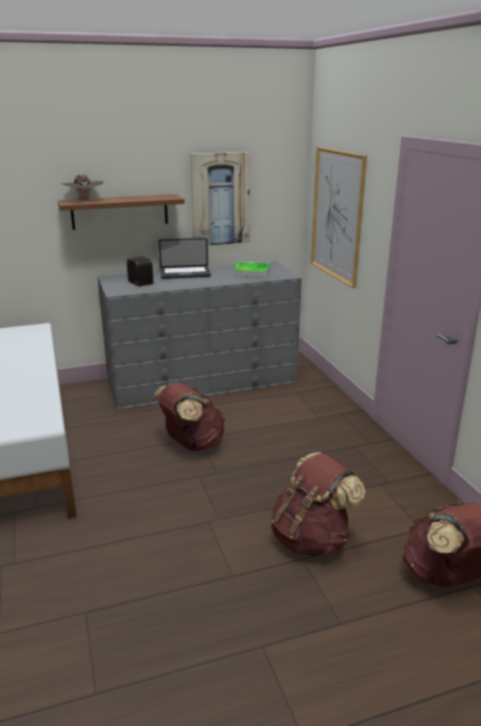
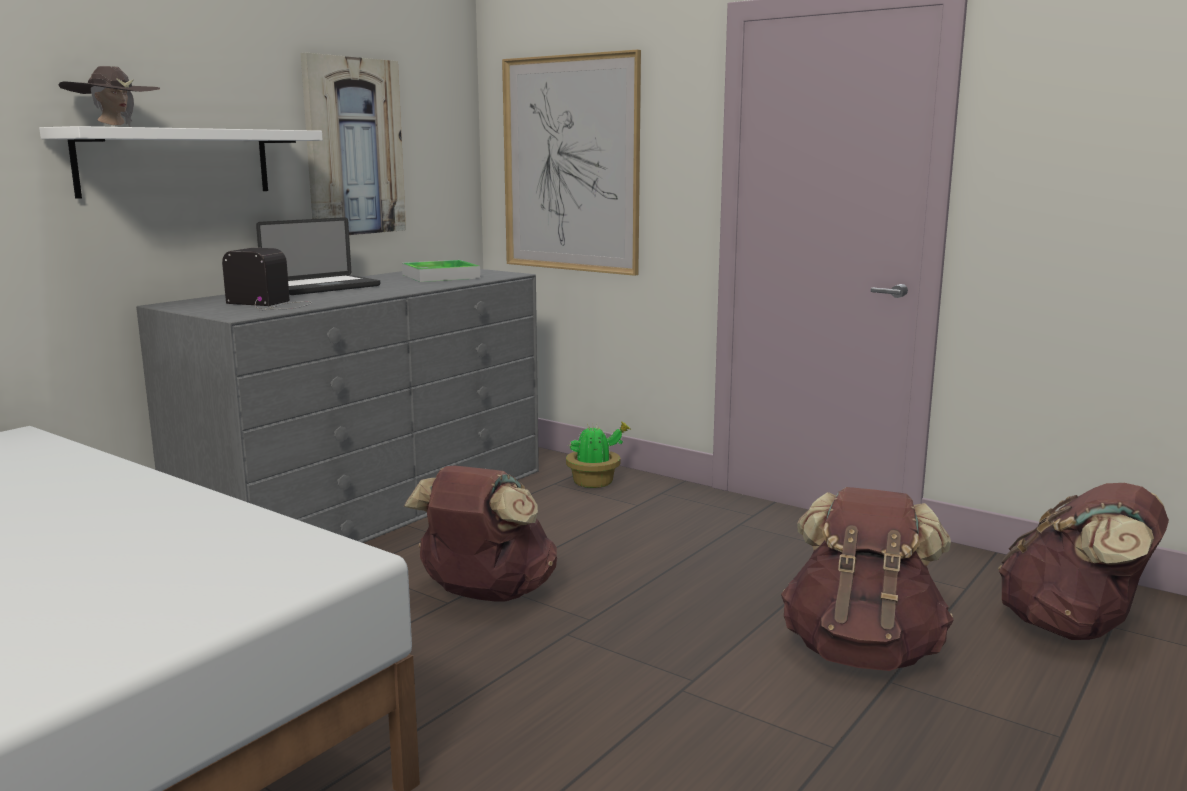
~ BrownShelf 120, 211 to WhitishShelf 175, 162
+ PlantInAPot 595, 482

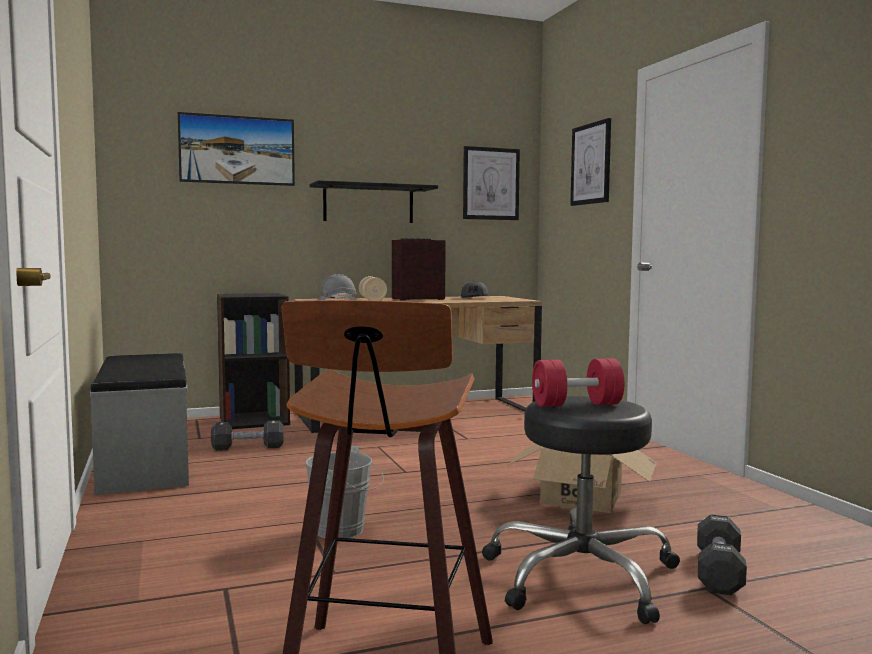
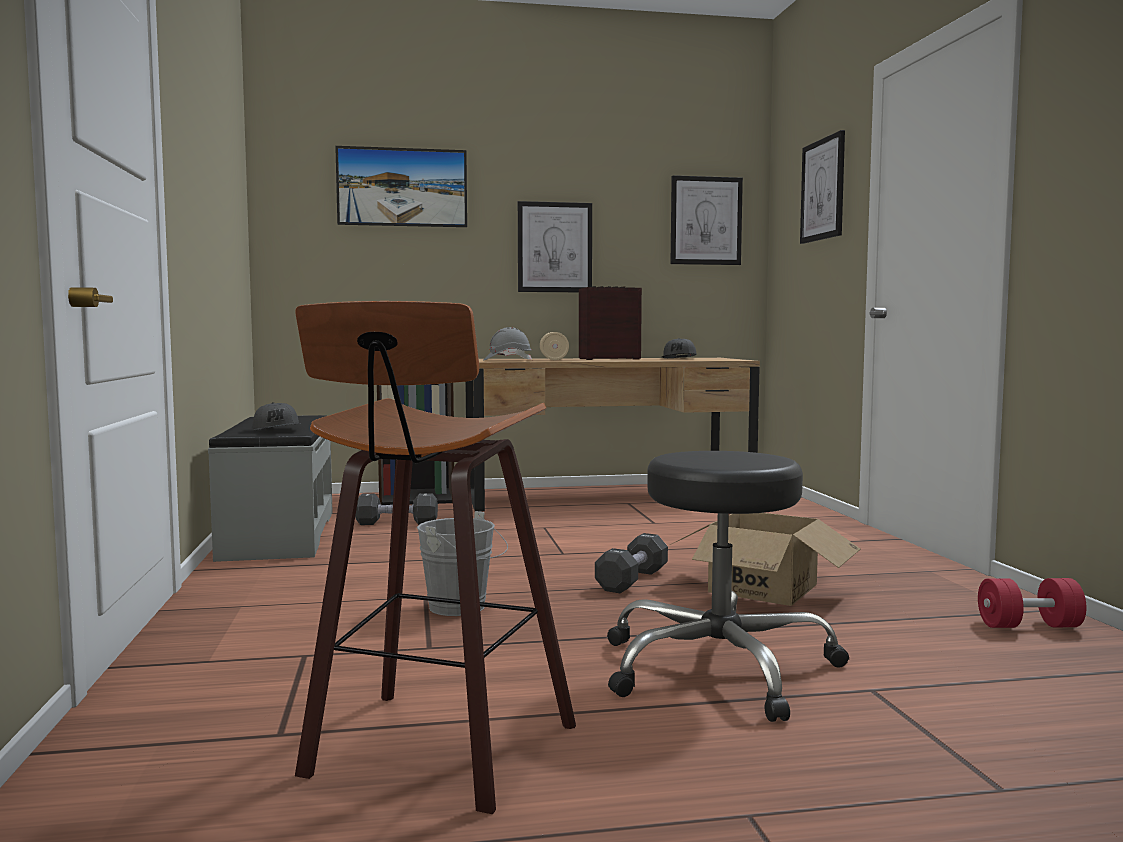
~ BlackColouredShelf 368, 204 to WallArt 554, 247
~ RedDumbbell 576, 405 to 1029, 626
~ BlackColouredDumbbell 719, 572 to 632, 580
+ GreyPeakedCap 277, 430

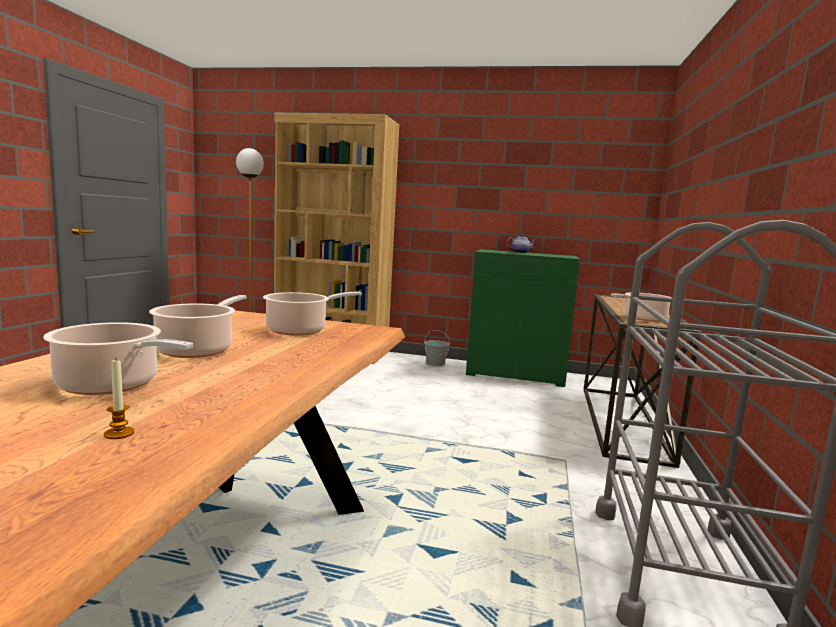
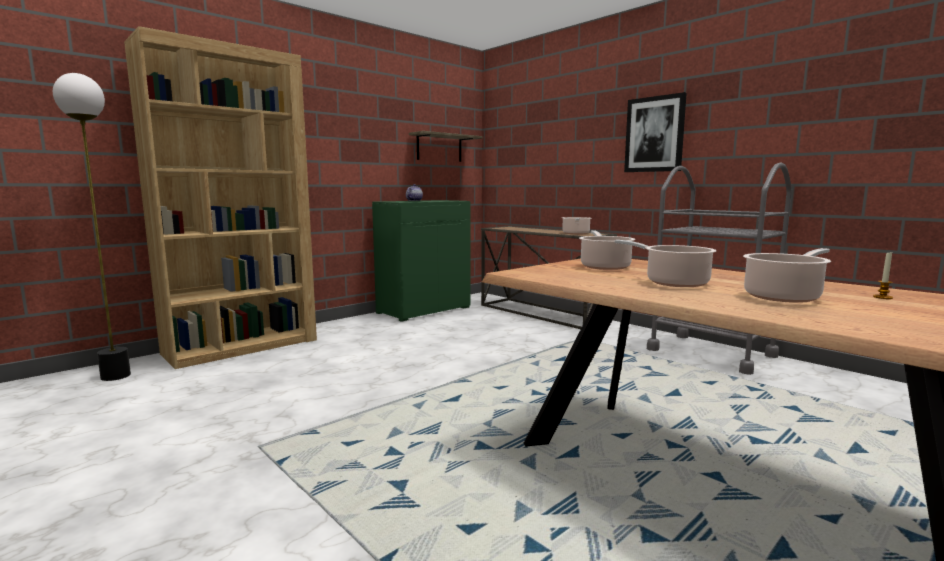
- GreyWaterBucket 435, 363
+ Shelf 439, 148
+ WallArt 654, 134

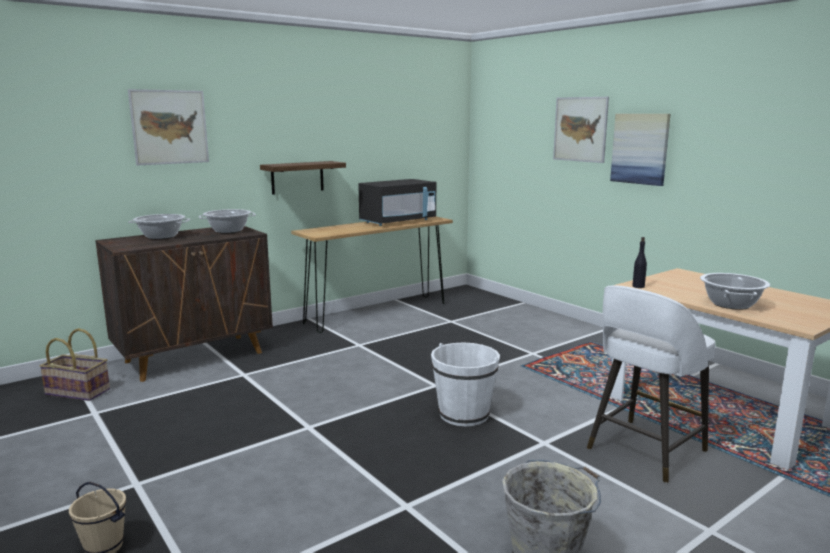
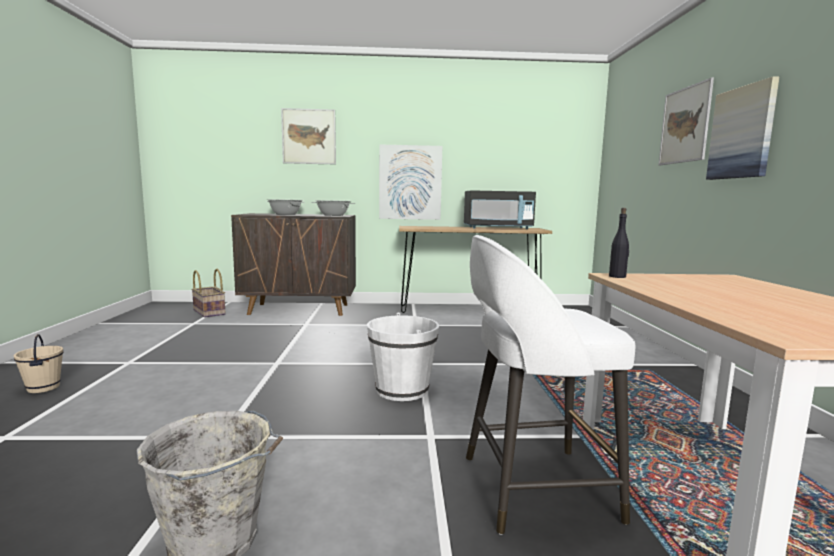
~ Shelf 297, 177 to WallArt 410, 182
- Stockpot 730, 304

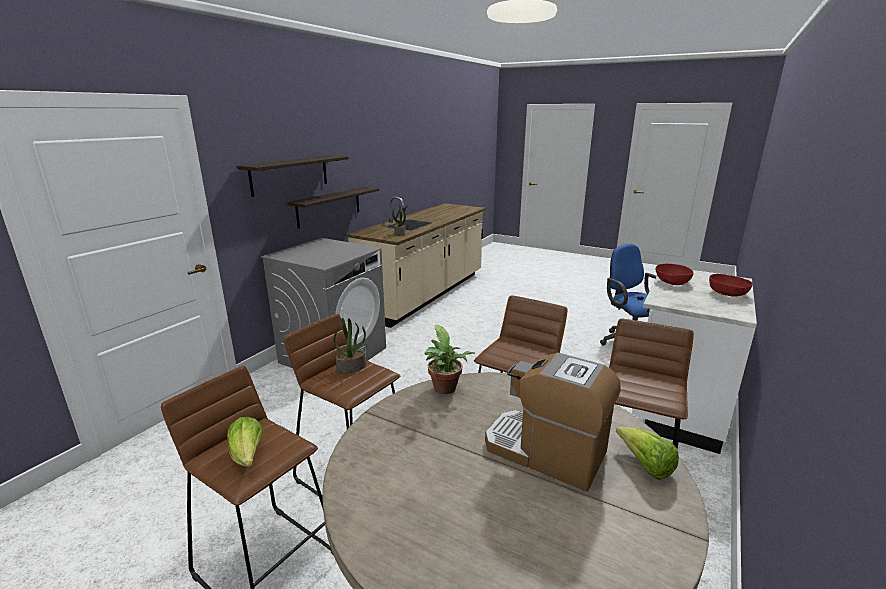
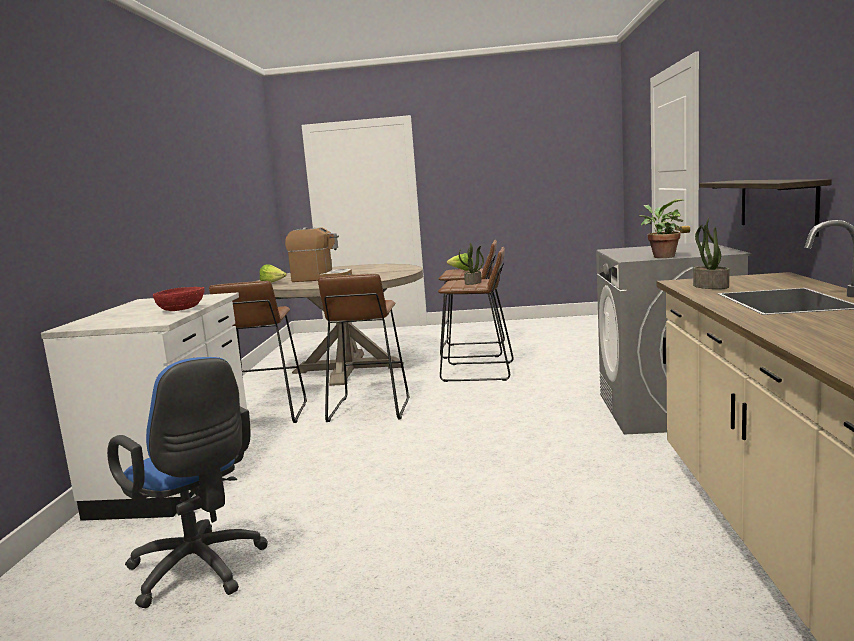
- Shelf 290, 175
~ PlantInAPot 446, 390 to 661, 257
- RedDeepDish 727, 293

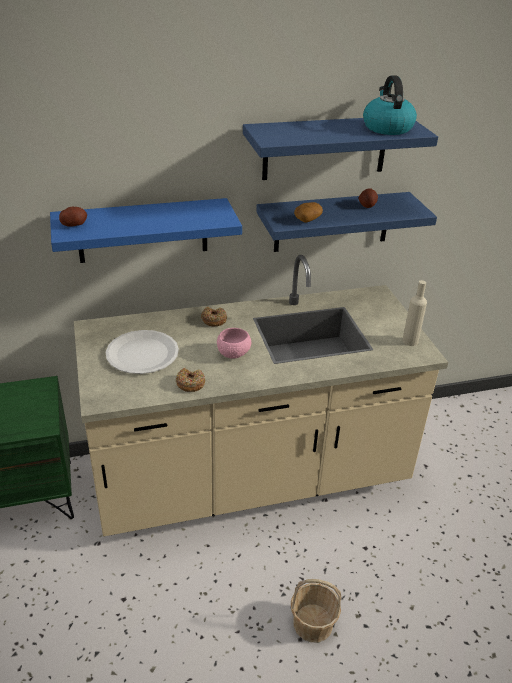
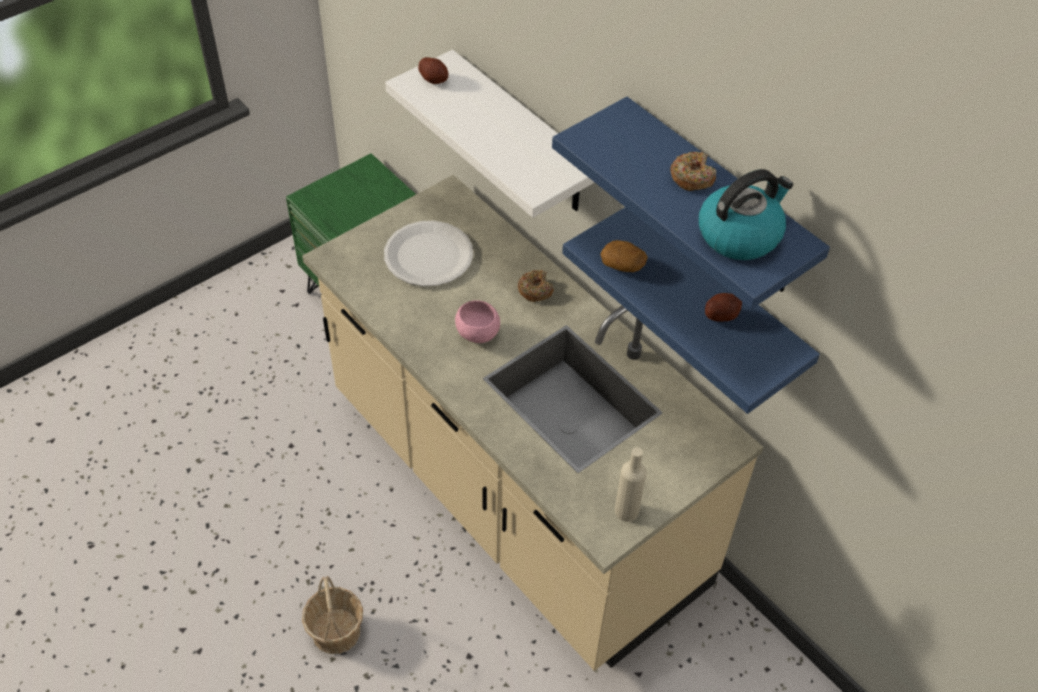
~ BluishShelf 143, 230 to WhitishShelf 523, 135
~ Donut 190, 384 to 692, 177

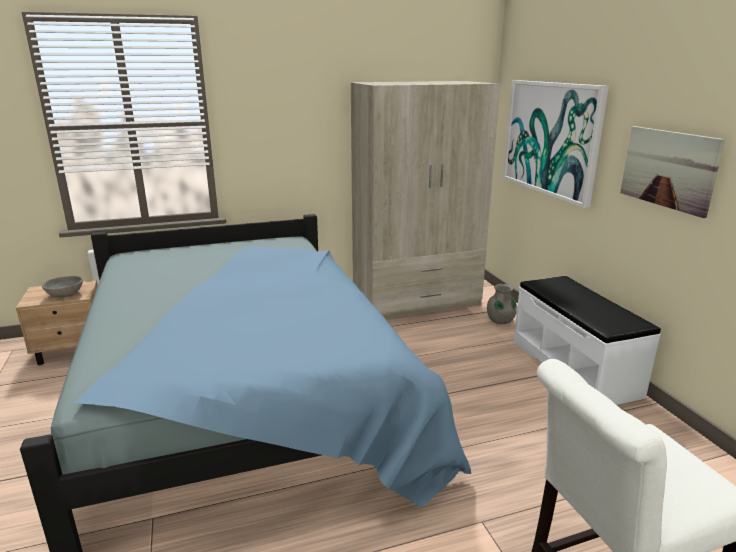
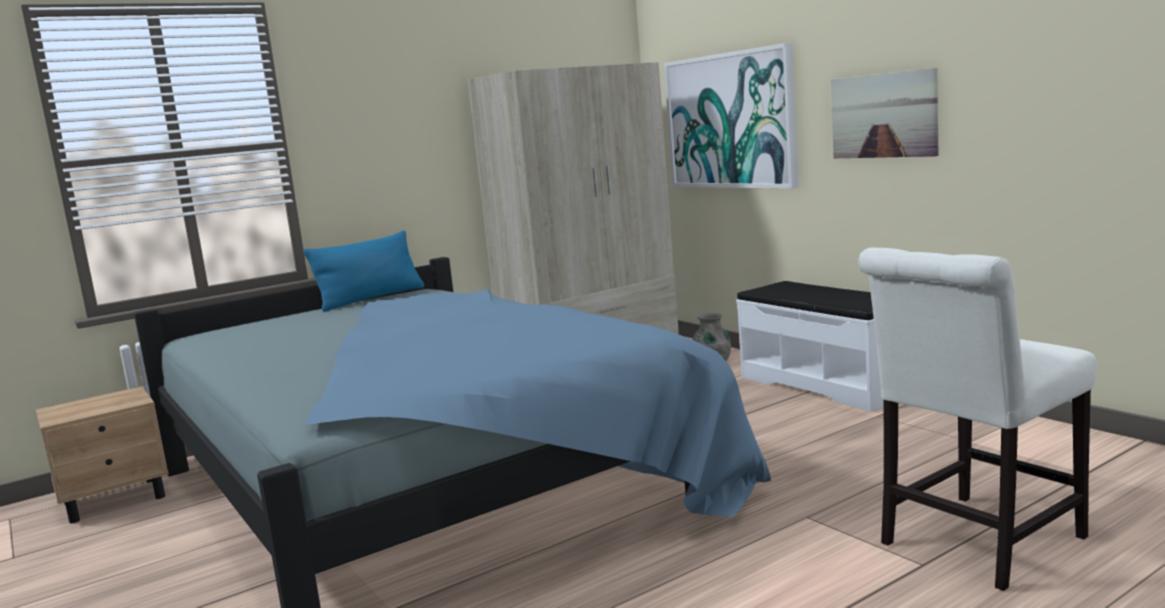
- GreyDeepDish 65, 294
+ BluishThrowPillow 371, 298

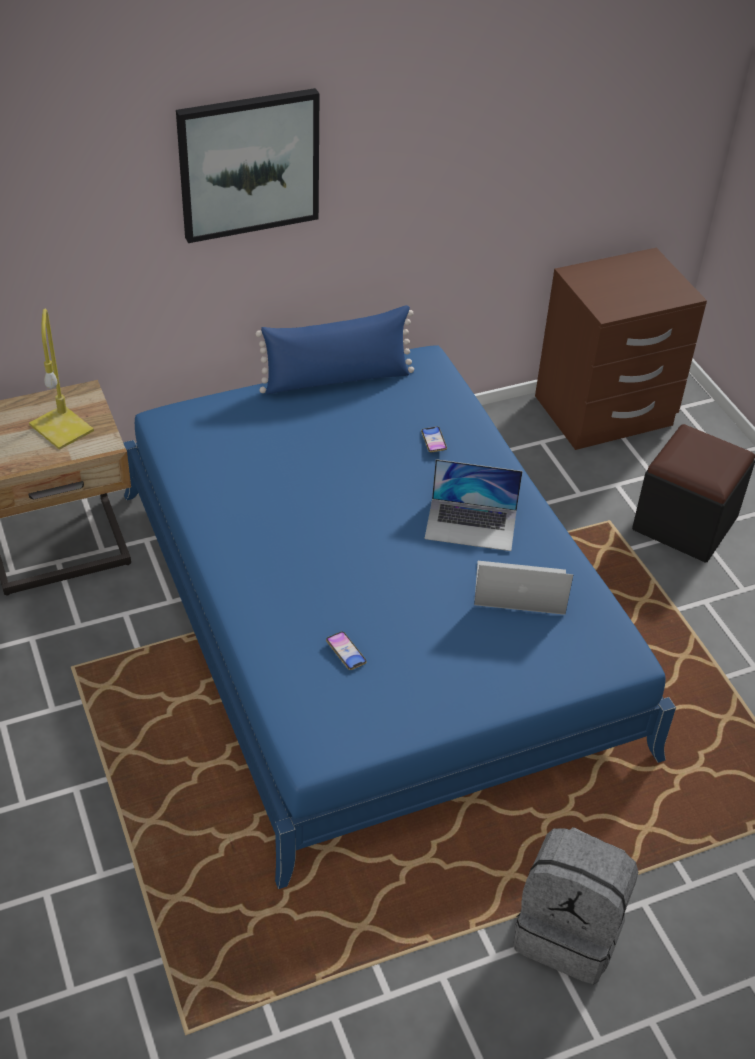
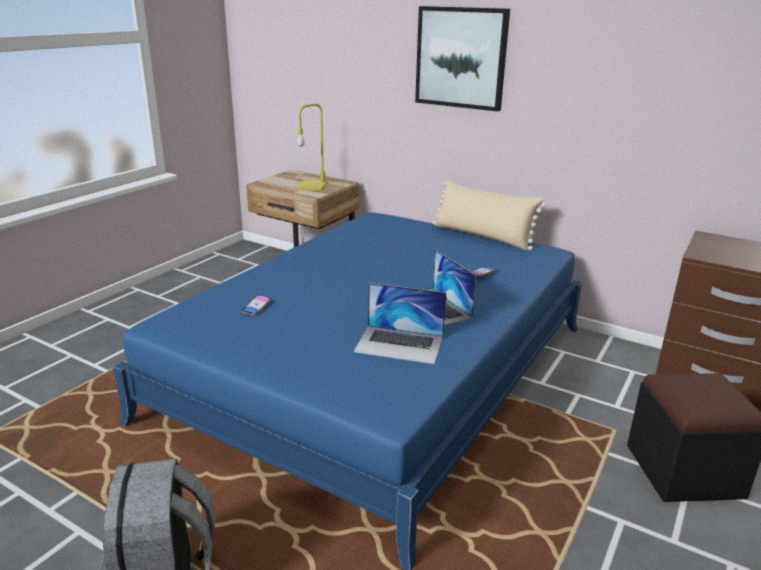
~ BluishThrowPillow 337, 379 to BeigeColouredThrowPillow 482, 236
~ PortableComputer 520, 587 = 400, 344 135 degrees clockwise

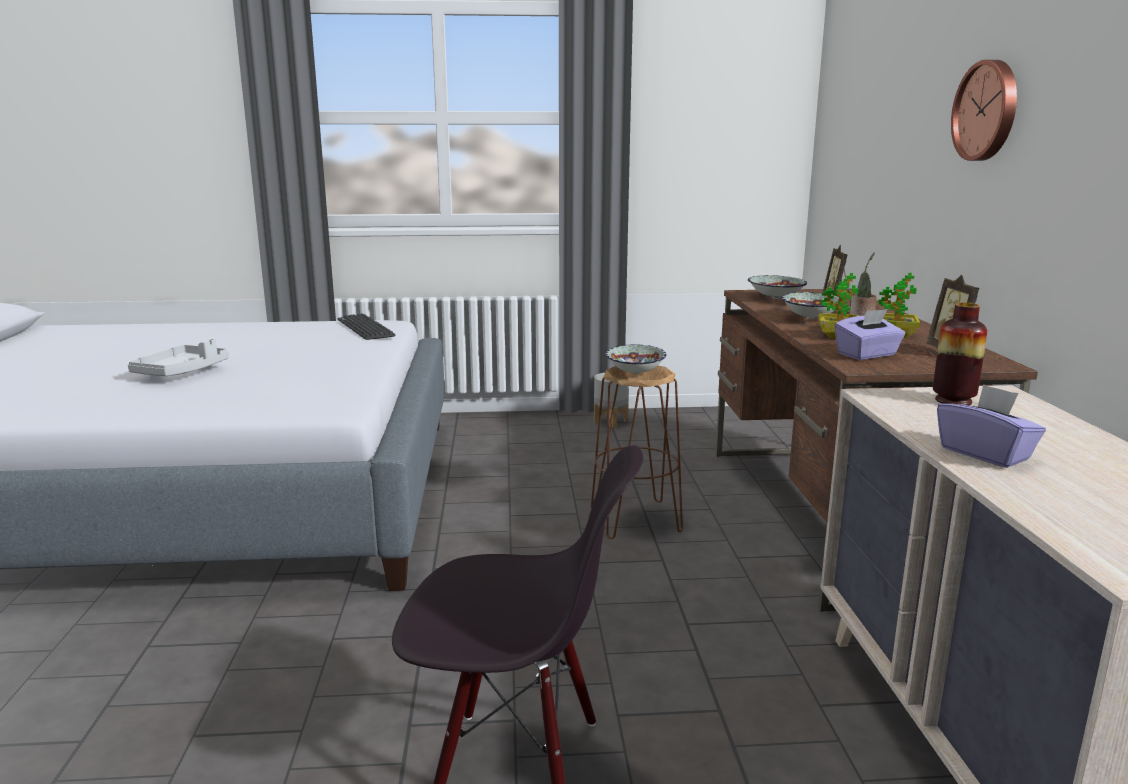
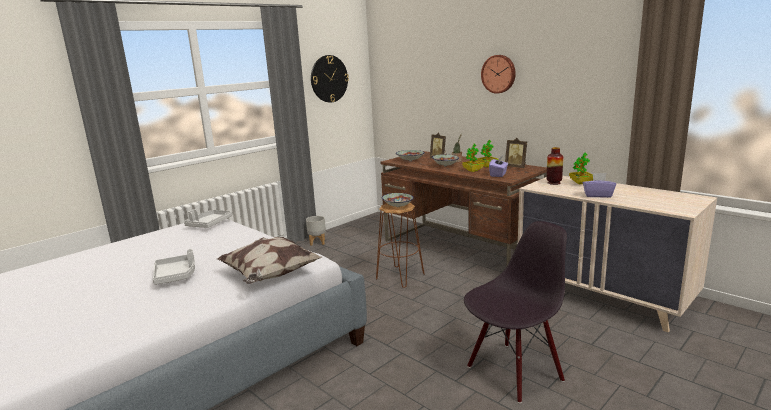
~ ComputerKeyboard 365, 328 to GreyTray 209, 224
+ ThrowPillow 270, 276
+ ClockOnTheWall 329, 79
+ PlantInAPot 581, 183

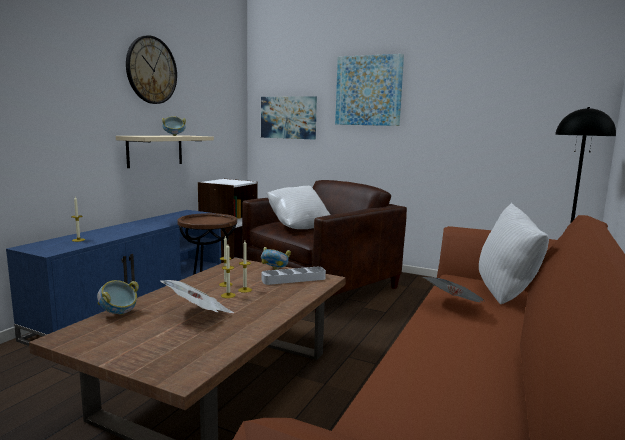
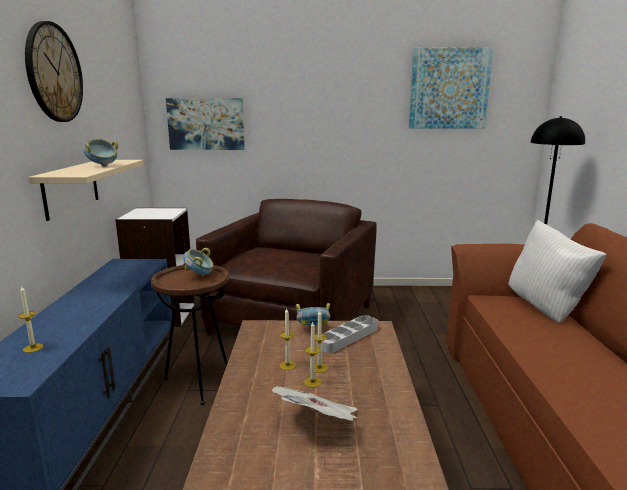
~ DeepDish 118, 314 to 199, 276
- WhitishThrowPillow 299, 226
~ WallArt 368, 91 to 449, 88
- Newspaper 454, 306

